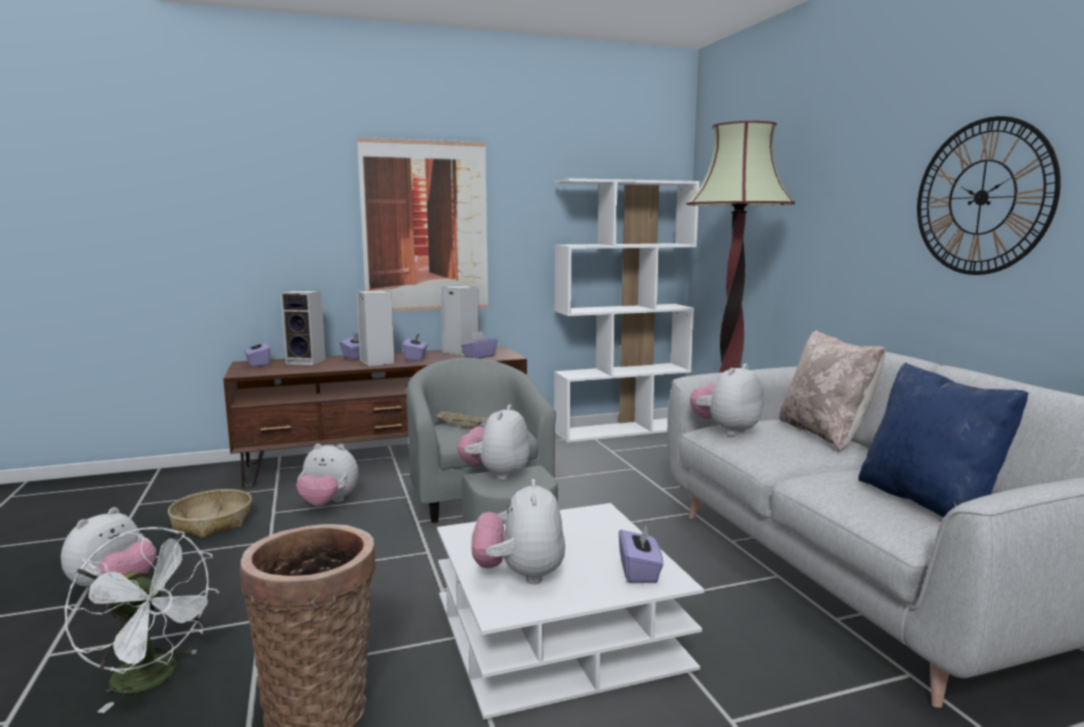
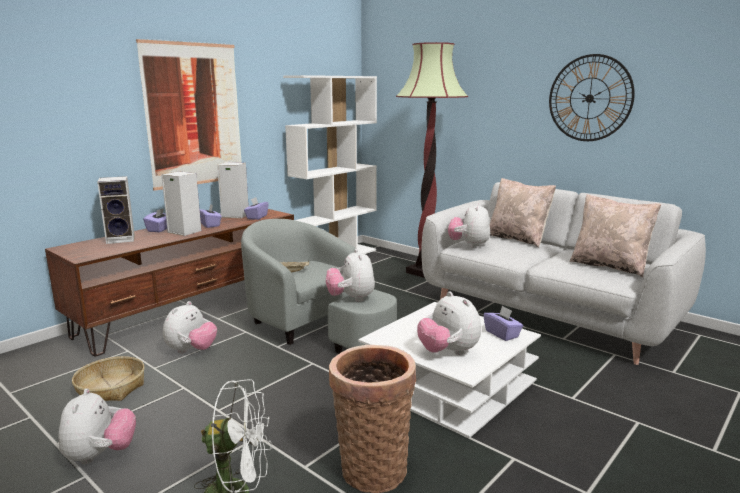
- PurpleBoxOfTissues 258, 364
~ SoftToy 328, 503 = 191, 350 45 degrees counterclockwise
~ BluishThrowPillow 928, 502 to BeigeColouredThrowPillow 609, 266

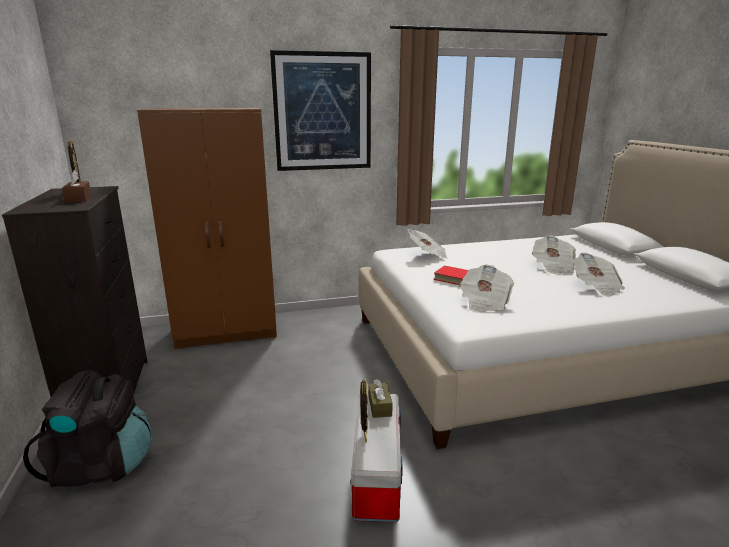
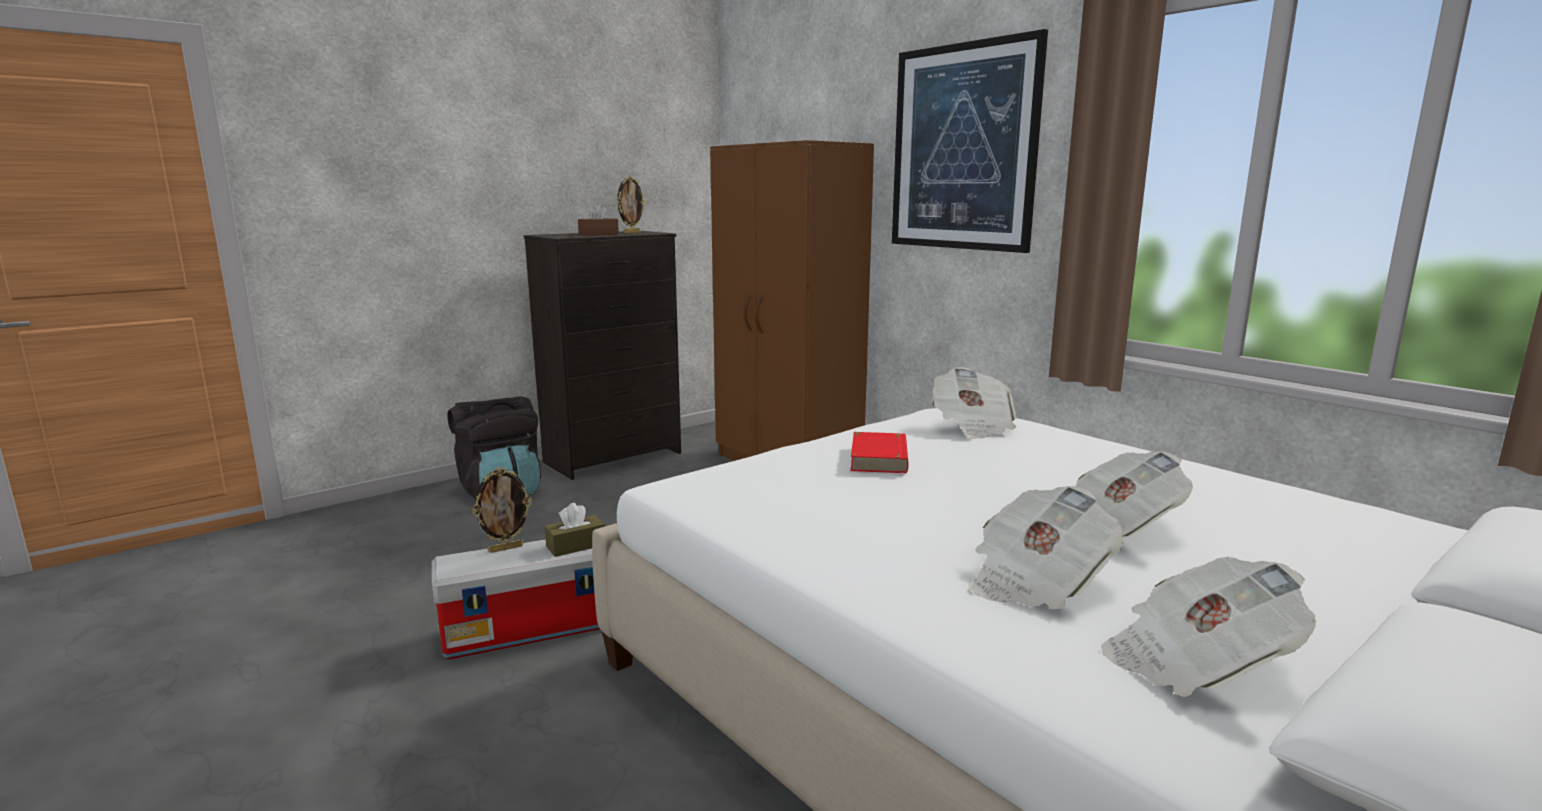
~ Newspaper 484, 302 to 1195, 663

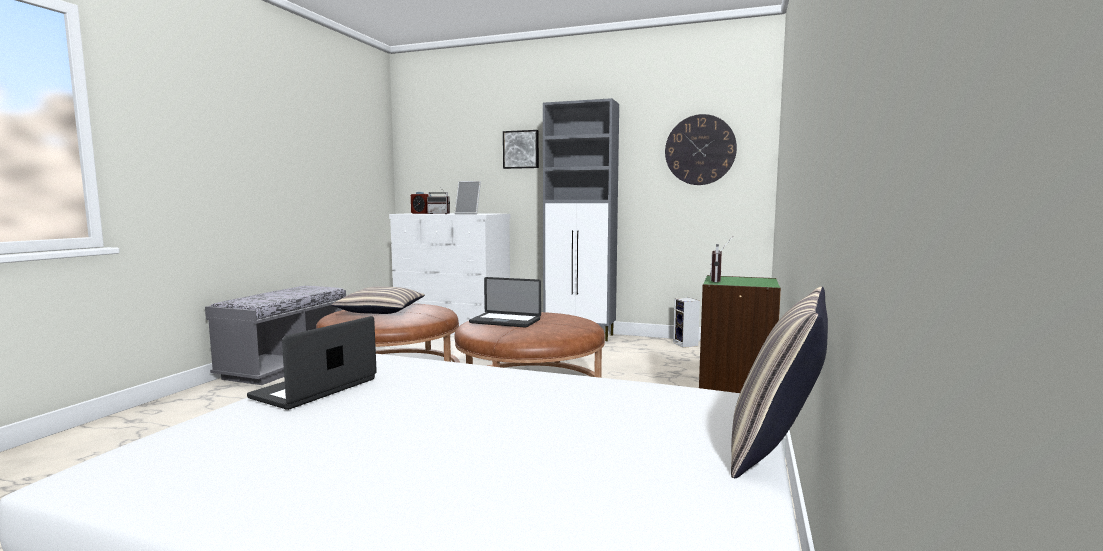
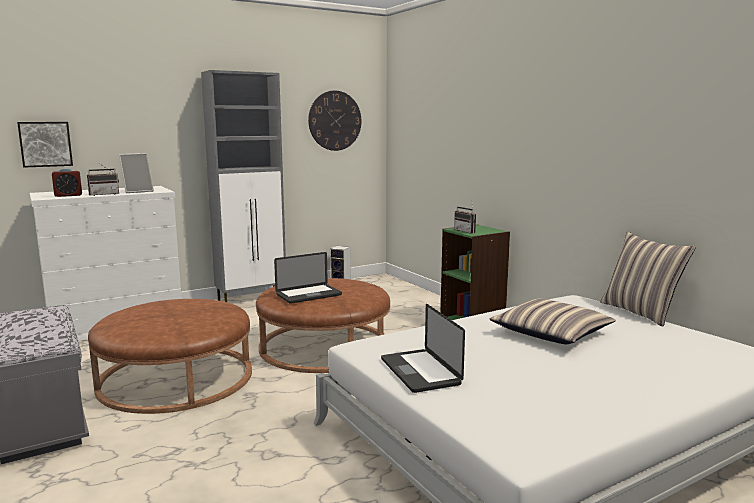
~ ThrowPillow 381, 310 to 551, 333
~ WallArt 521, 149 to 45, 144

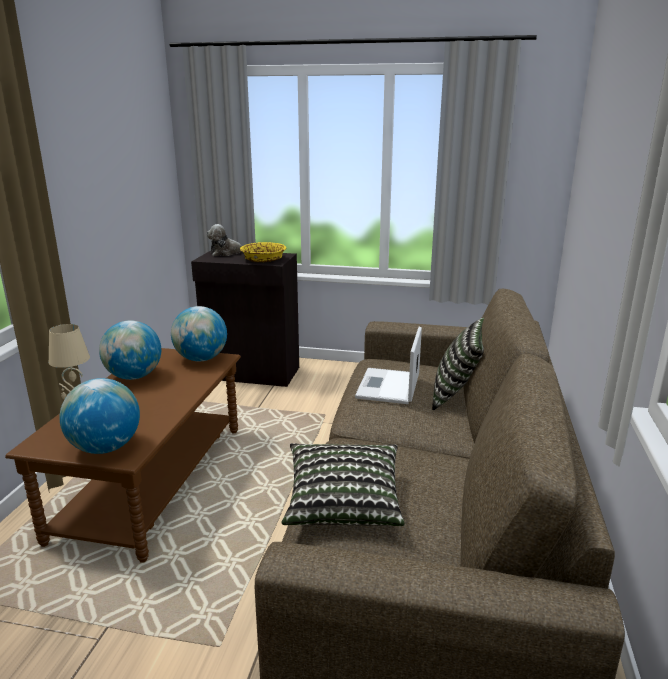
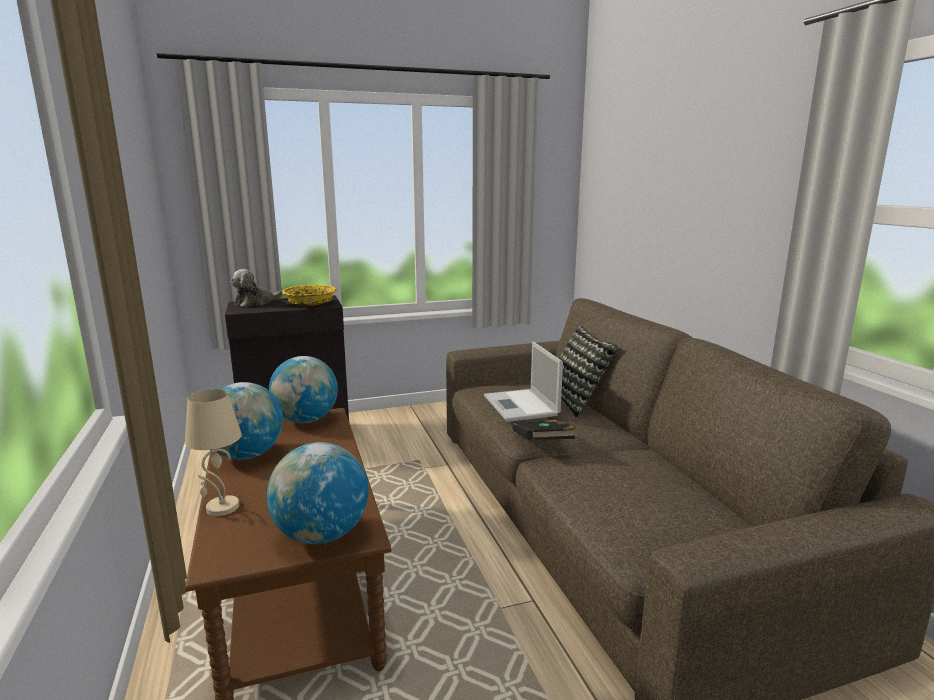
- ThrowPillow 343, 502
+ BlackColouredBoundBook 543, 444

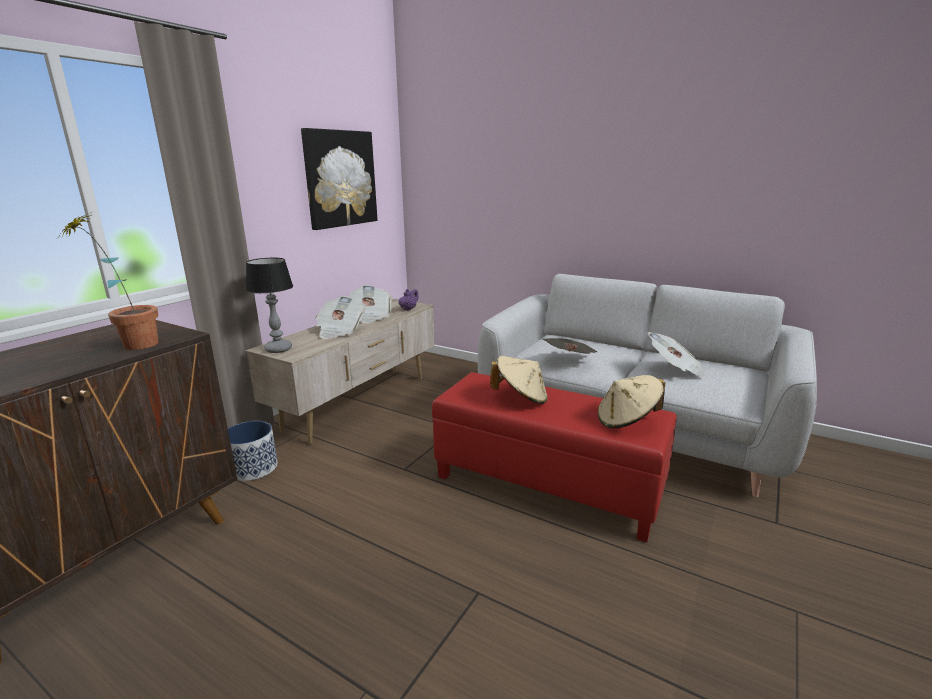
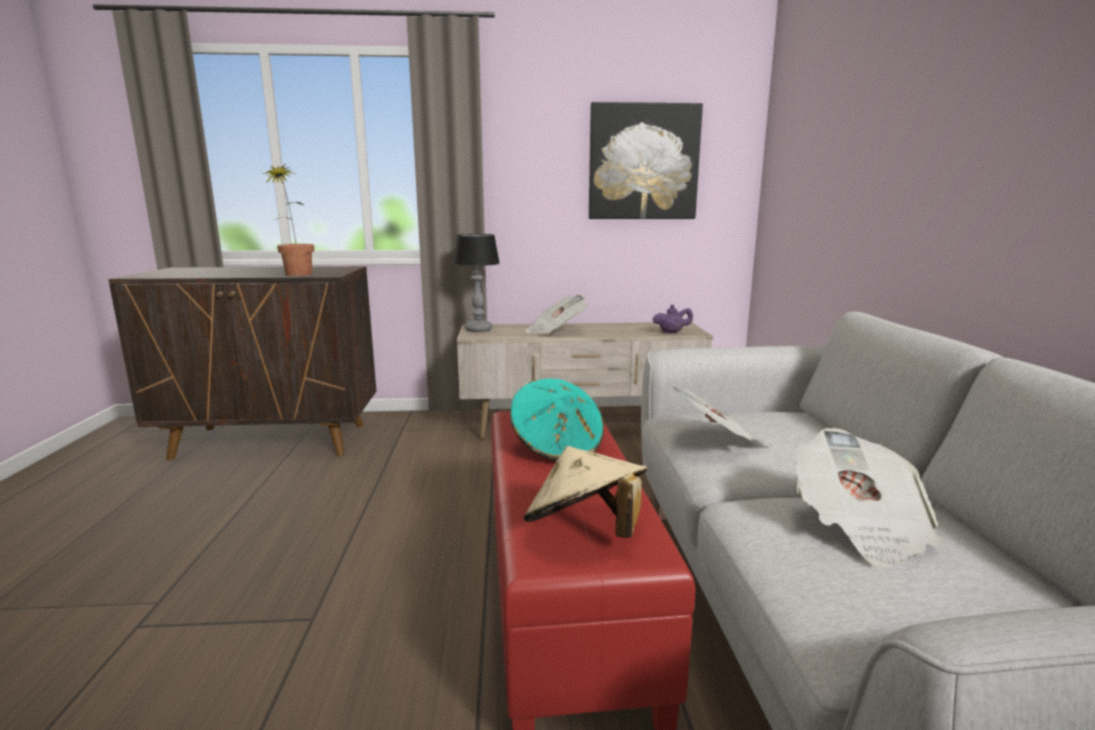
- FlowerPot 253, 468
- Newspaper 370, 316
~ BeigeColouredWearableHat 521, 398 to TurquoiseWearableHat 557, 447

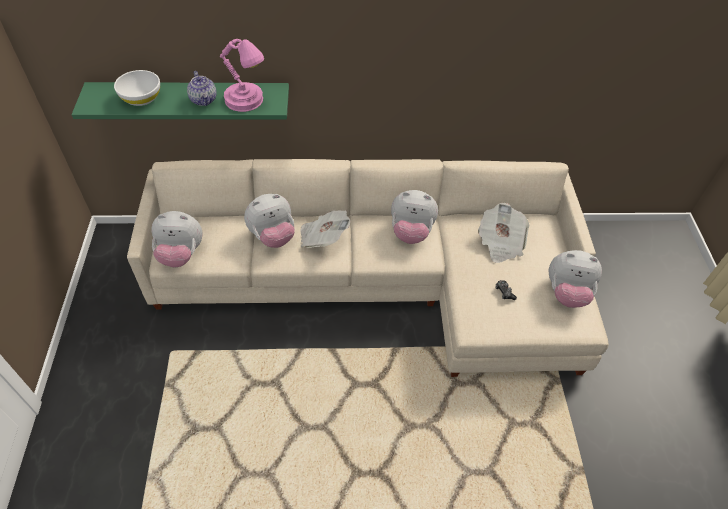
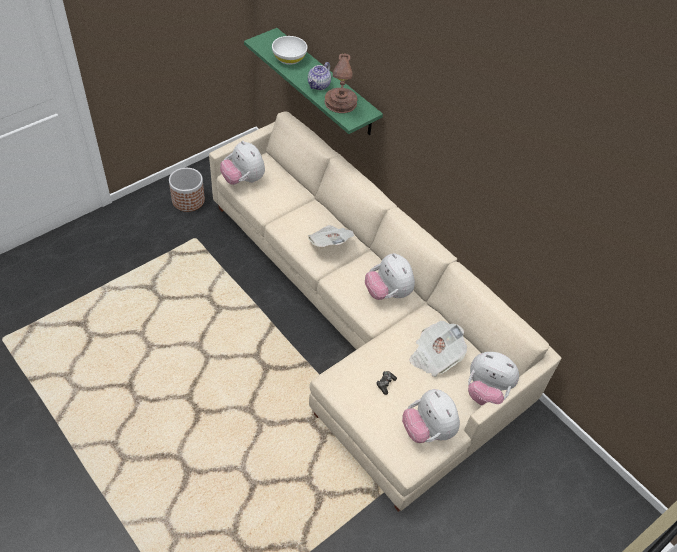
~ PinkishTabletopLamp 246, 101 to BrownTabletopLamp 340, 104
~ SoftToy 272, 236 to 486, 391
+ FlowerPot 188, 200

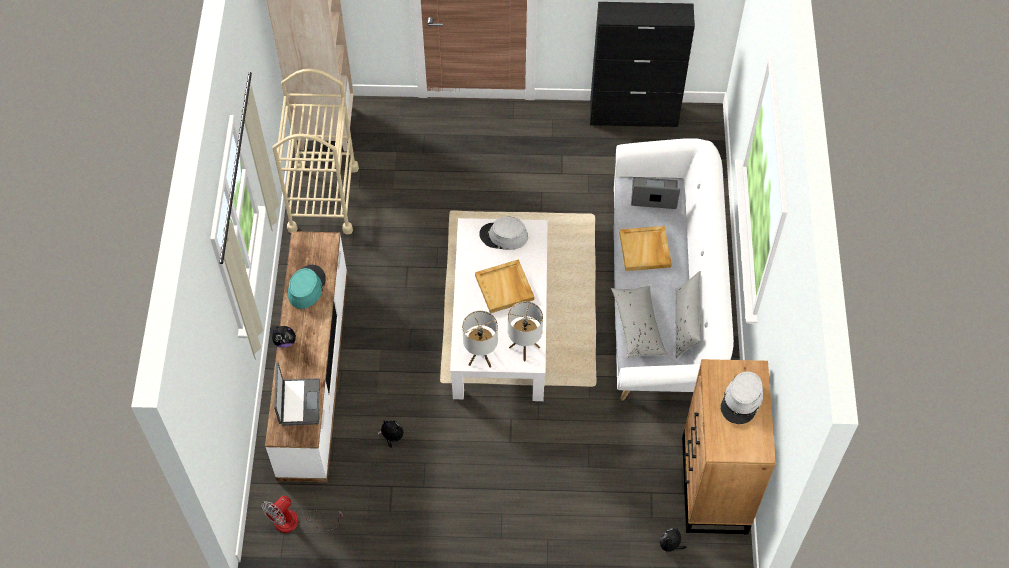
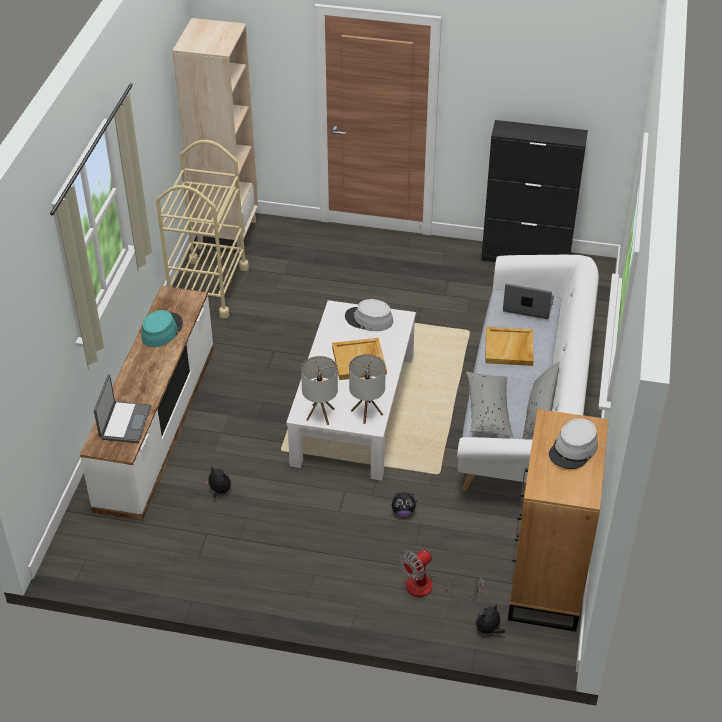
~ CoolingFan 296, 521 to 429, 588
~ SoftToy 285, 341 to 403, 511

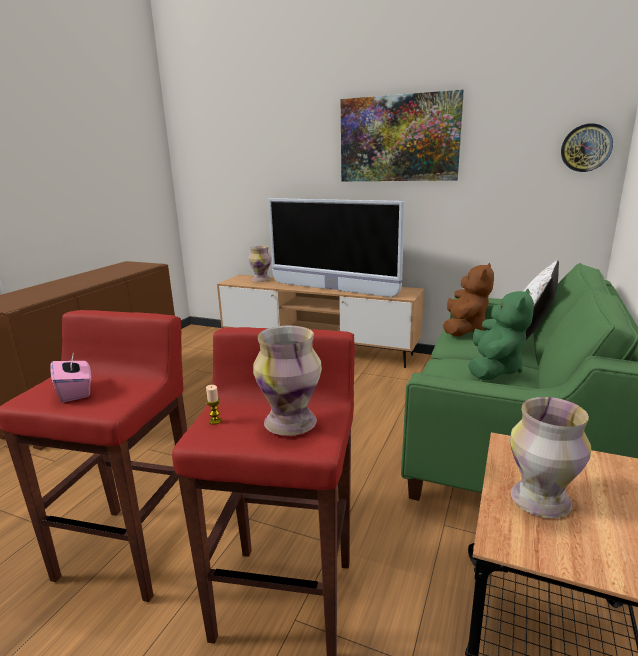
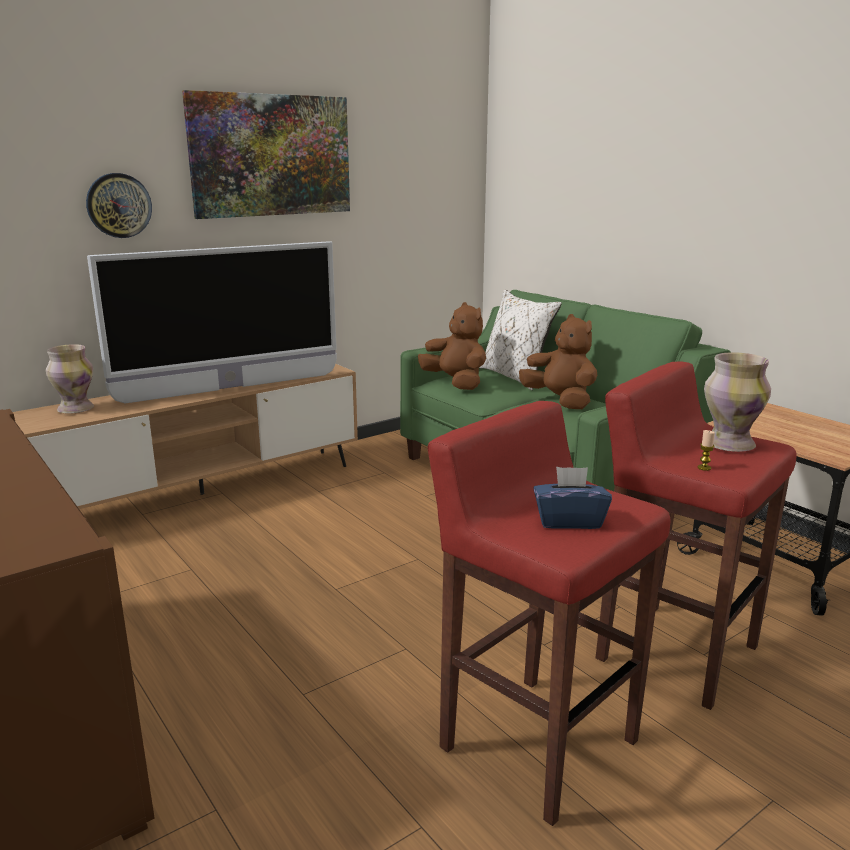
~ PinkishBoxOfTissues 75, 391 to BluishBoxOfTissues 569, 521
~ GreenColouredSoftToy 494, 369 to BrownSoftToy 560, 401
- DecorativeVase 539, 500
~ ClockOnTheWall 586, 148 to 119, 205

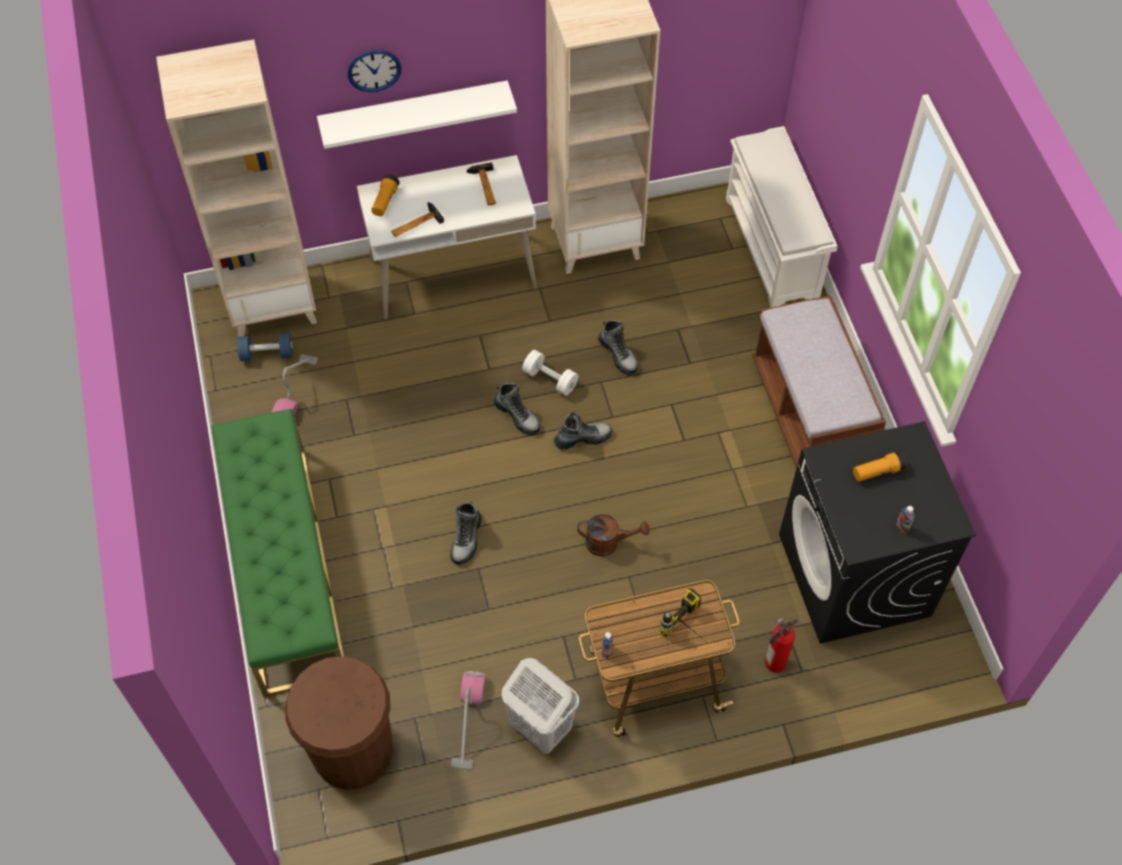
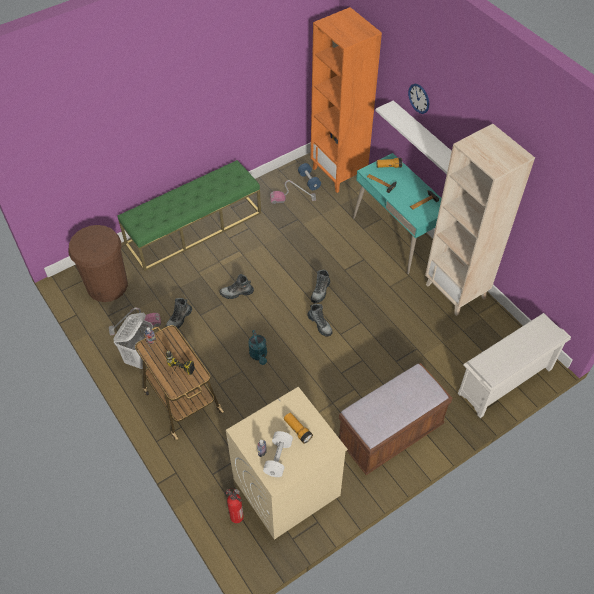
~ BeigeColouredBookcase 274, 305 to OrangeyBookcase 339, 173
~ WhitishDesk 453, 273 to TurquoiseDesk 397, 235
~ WhitishDumbbell 550, 379 to 278, 458
~ BrownWateringPot 608, 543 to TurquoiseWateringPot 259, 355
~ TallBoot 618, 355 to 179, 319
~ FireFightingCylinder 774, 663 to 235, 516
~ BlackColouredLaundryAppliance 855, 576 to BeigeColouredLaundryAppliance 286, 488

